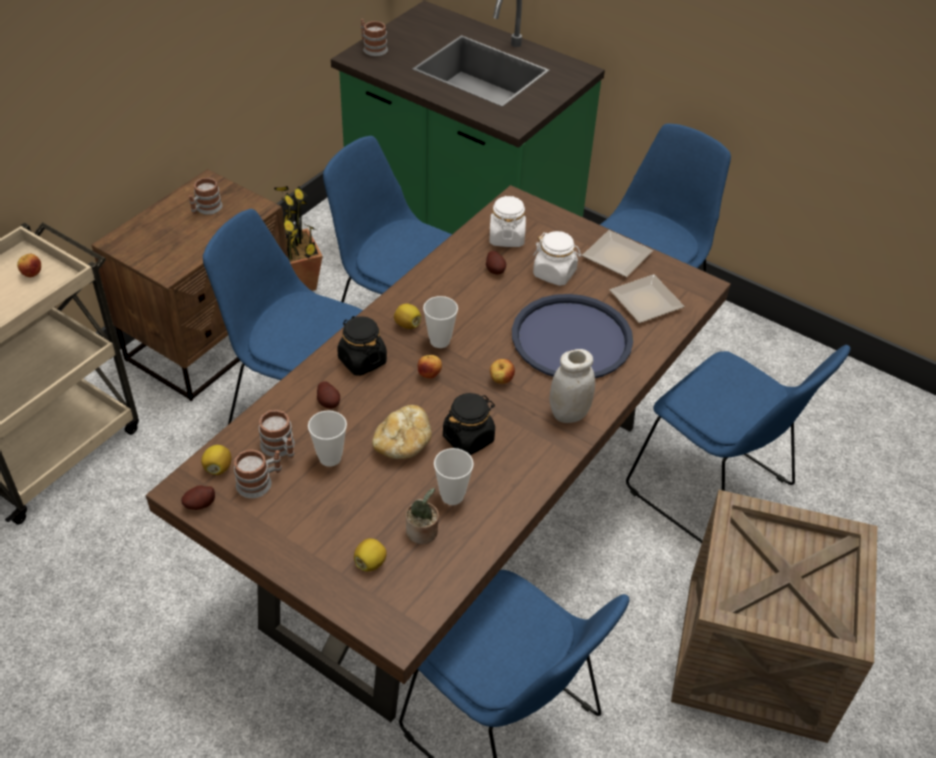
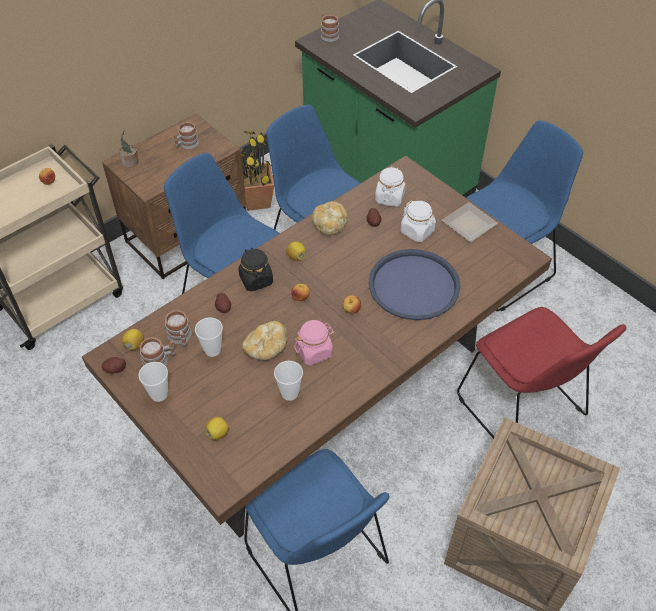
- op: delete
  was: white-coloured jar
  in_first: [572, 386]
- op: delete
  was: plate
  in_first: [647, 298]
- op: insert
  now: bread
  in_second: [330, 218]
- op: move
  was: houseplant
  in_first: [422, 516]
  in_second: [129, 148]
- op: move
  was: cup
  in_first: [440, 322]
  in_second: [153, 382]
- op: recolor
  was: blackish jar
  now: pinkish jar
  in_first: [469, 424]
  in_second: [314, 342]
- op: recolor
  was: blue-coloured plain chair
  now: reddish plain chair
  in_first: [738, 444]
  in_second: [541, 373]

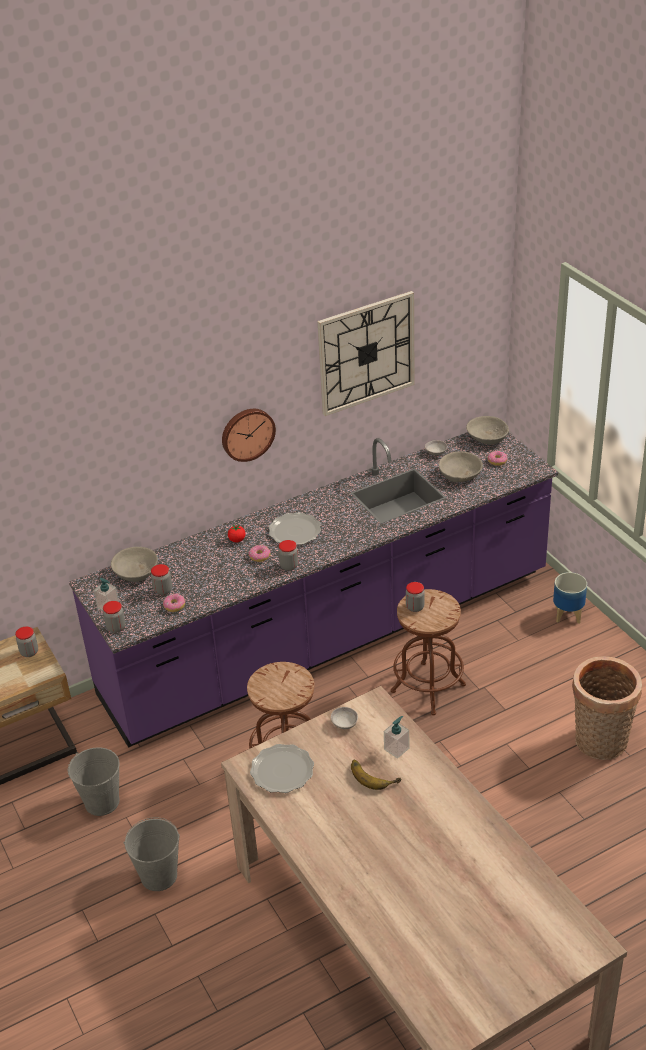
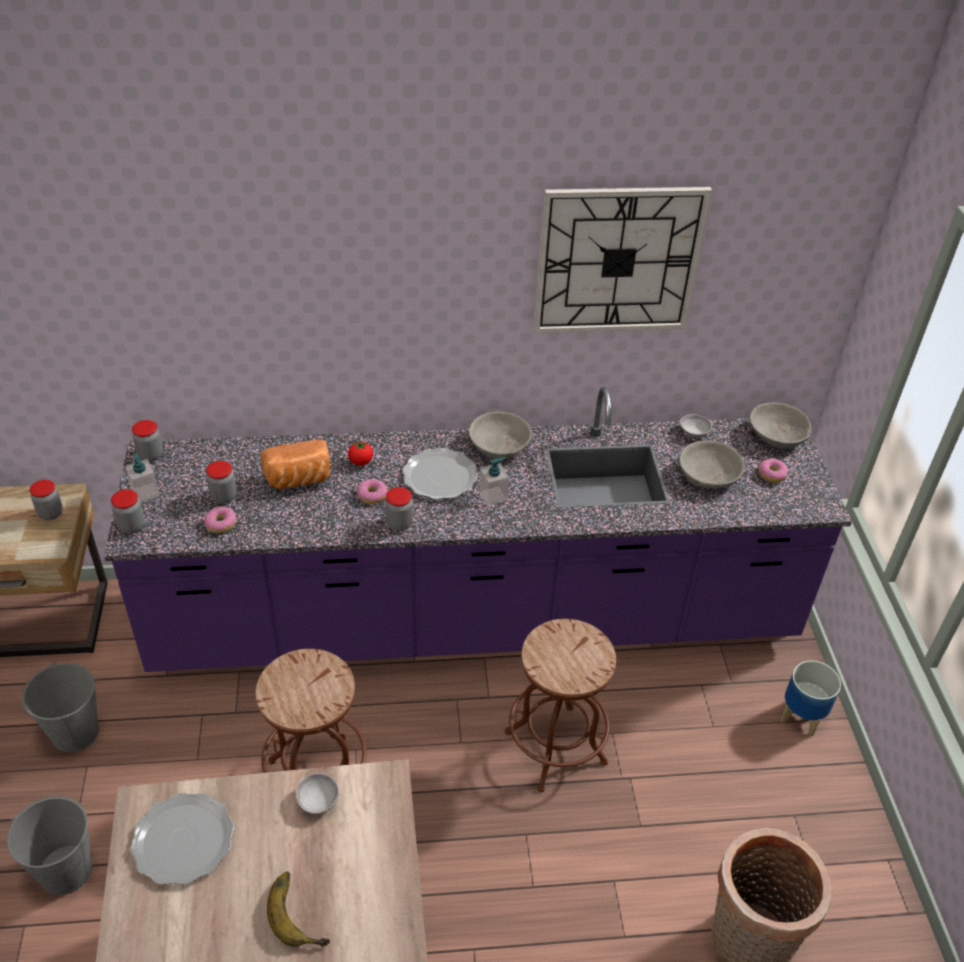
- op: delete
  was: wall clock
  in_first: [249, 435]
- op: insert
  now: bread
  in_second: [295, 464]
- op: move
  was: gray serving bowl
  in_first: [134, 564]
  in_second: [500, 435]
- op: move
  was: soap bottle
  in_first: [396, 737]
  in_second: [494, 481]
- op: move
  was: jar
  in_first: [415, 597]
  in_second: [147, 441]

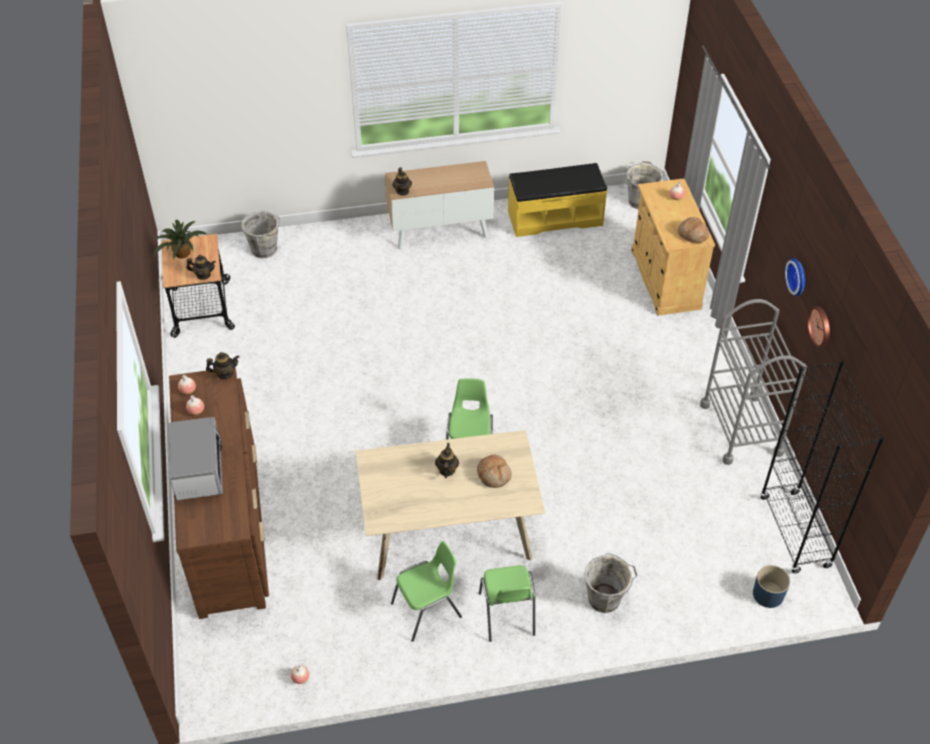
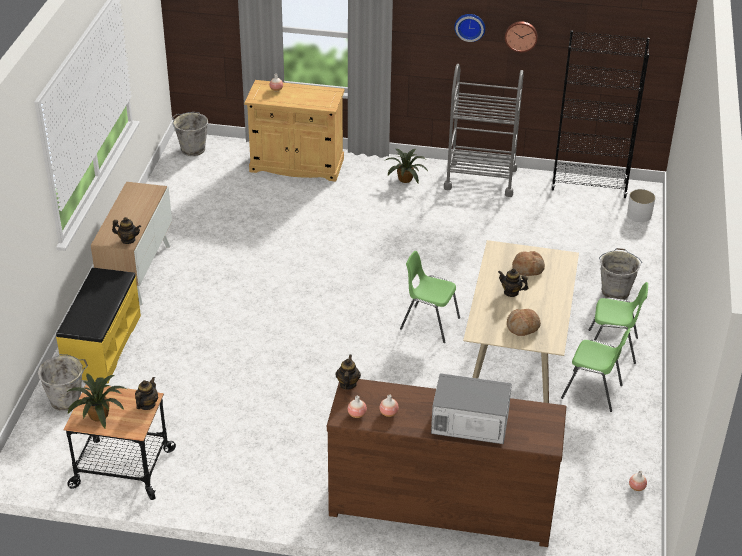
- op: insert
  now: houseplant
  in_second: [407, 166]
- op: move
  was: yellowish bench
  in_first: [557, 200]
  in_second: [98, 325]
- op: move
  was: bread
  in_first: [693, 230]
  in_second: [524, 322]
- op: recolor
  was: blue-coloured flower pot
  now: white-coloured flower pot
  in_first: [771, 586]
  in_second: [641, 205]
- op: rotate
  was: greenish plain chair
  in_first: [426, 591]
  in_second: [596, 370]
  clockwise: 120

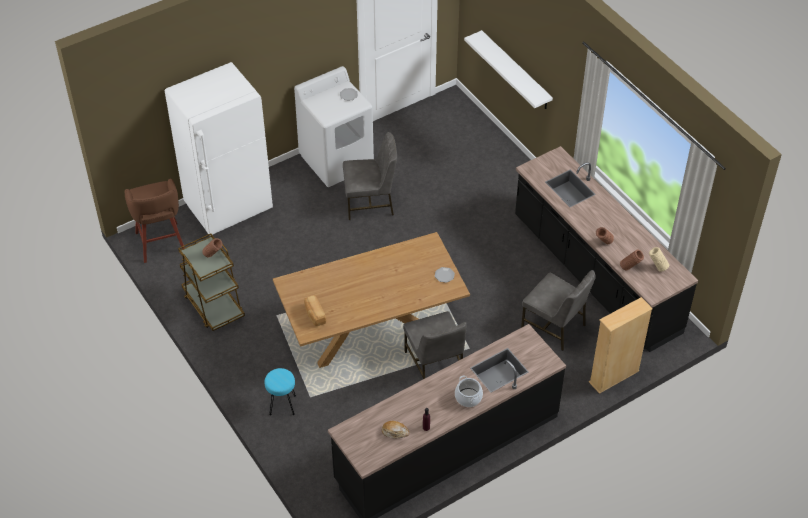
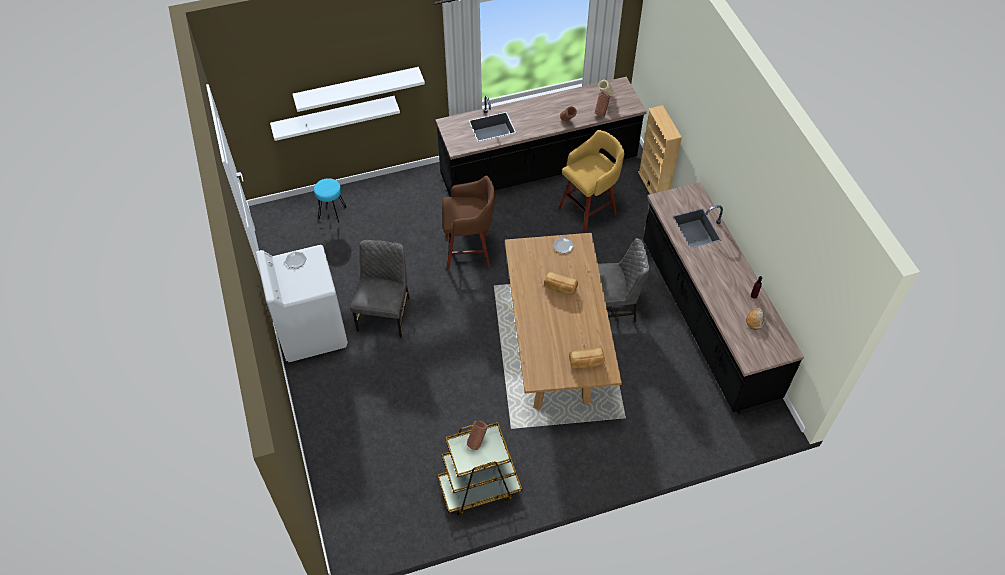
- op: delete
  was: white-coloured fridge
  in_first: [219, 149]
- op: delete
  was: stockpot
  in_first: [469, 391]
- op: insert
  now: white-coloured bracket shelf
  in_second: [359, 89]
- op: insert
  now: bread
  in_second: [561, 283]
- op: move
  was: brown-coloured stool seat
  in_first: [155, 220]
  in_second: [468, 223]
- op: move
  was: turquoise-coloured stool seat
  in_first: [280, 391]
  in_second: [330, 200]
- op: replace
  was: gray plain chair
  now: yellowish stool seat
  in_first: [558, 310]
  in_second: [591, 181]

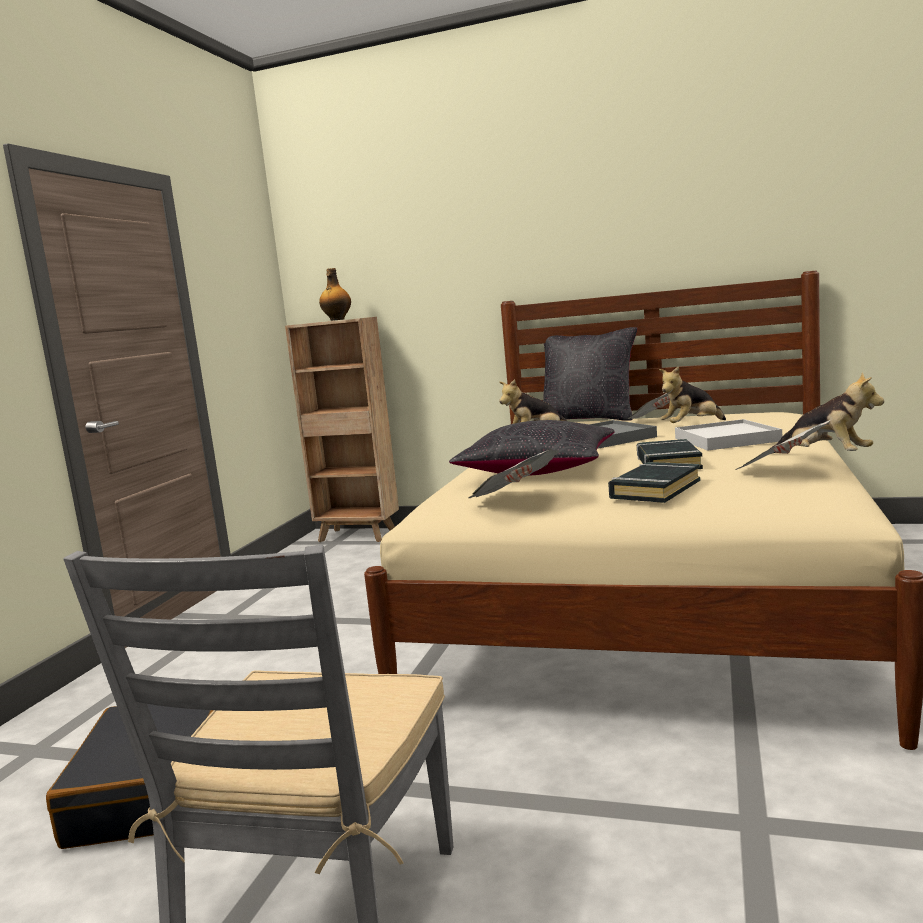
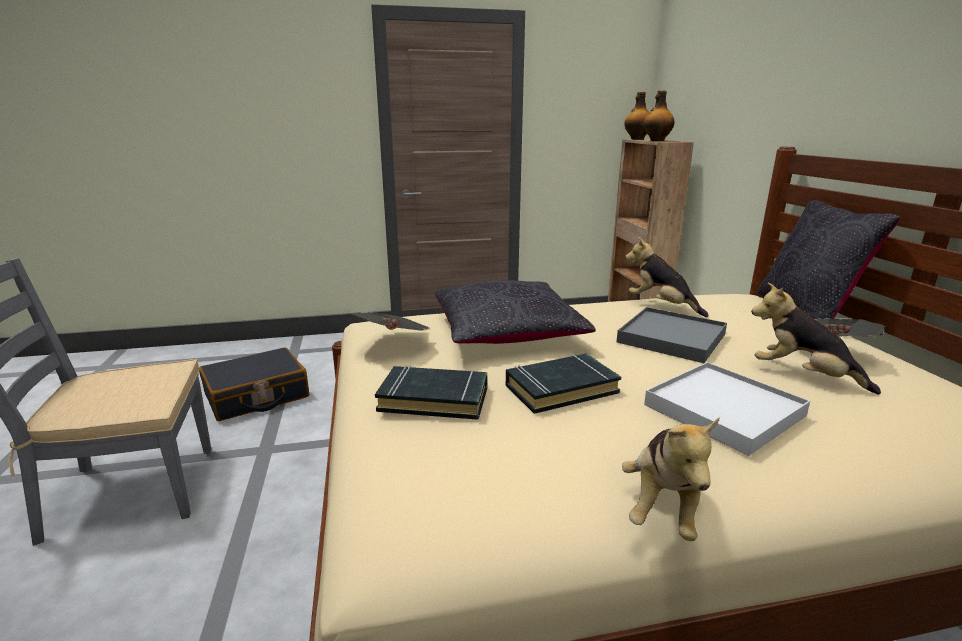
- op: delete
  was: newspaper
  in_first: [783, 444]
- op: insert
  now: beverage bottle
  in_second: [637, 116]

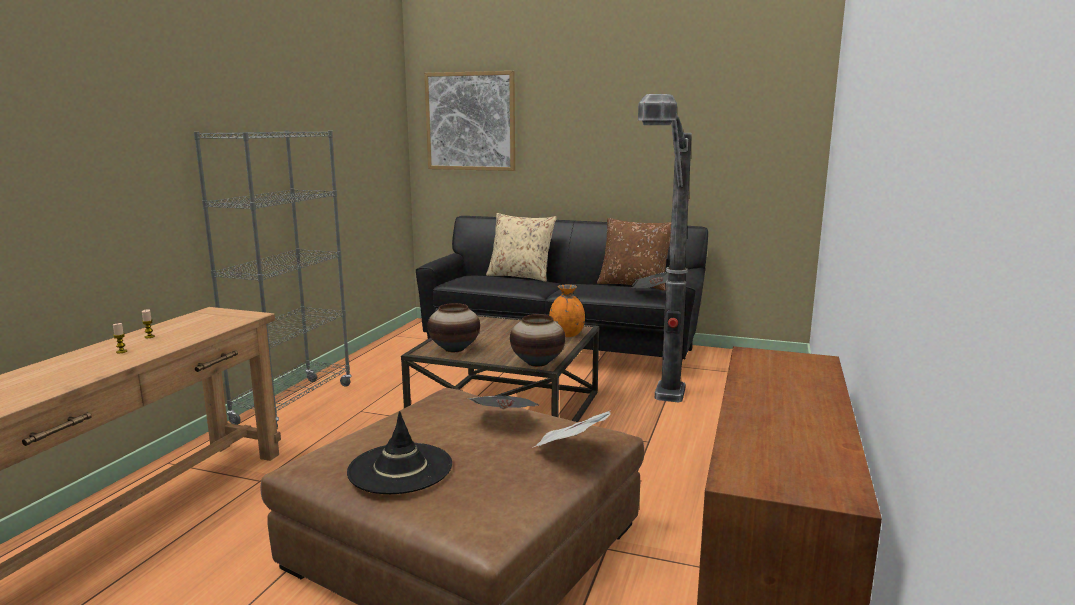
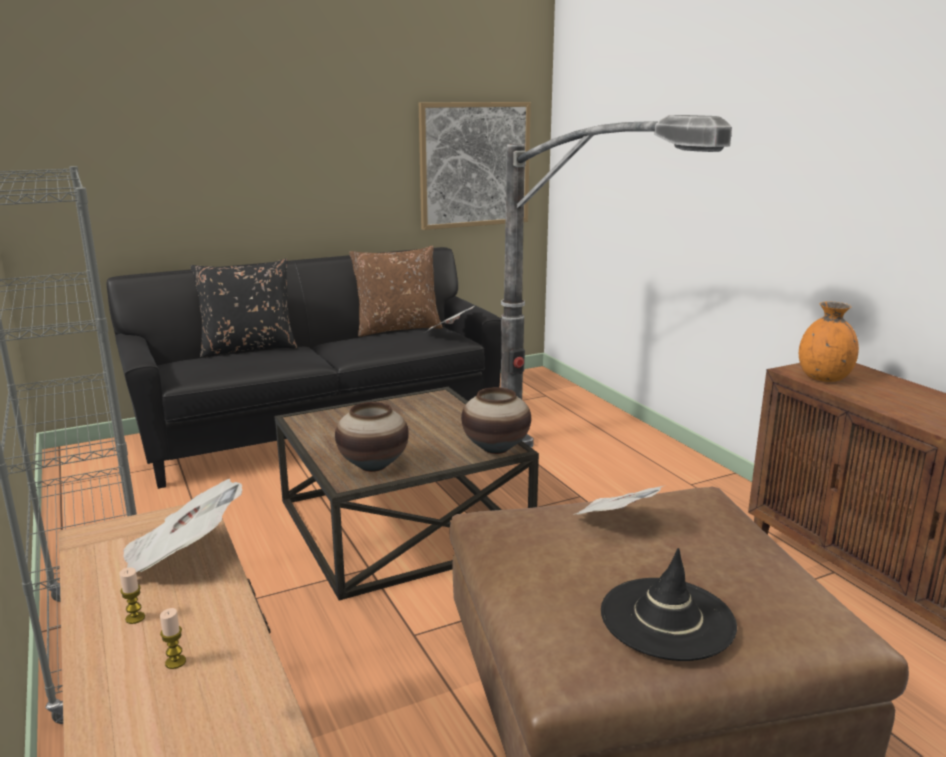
- op: move
  was: picture
  in_first: [469, 121]
  in_second: [475, 166]
- op: move
  was: newspaper
  in_first: [571, 429]
  in_second: [183, 525]
- op: move
  was: orangey vase
  in_first: [567, 311]
  in_second: [829, 342]
- op: recolor
  was: beige-coloured pillow
  now: blackish pillow
  in_first: [521, 247]
  in_second: [243, 308]

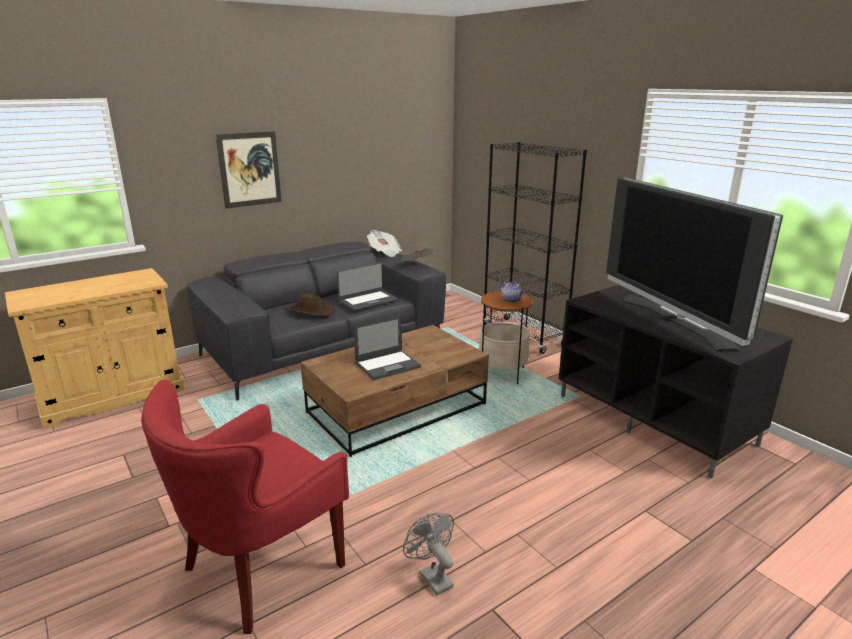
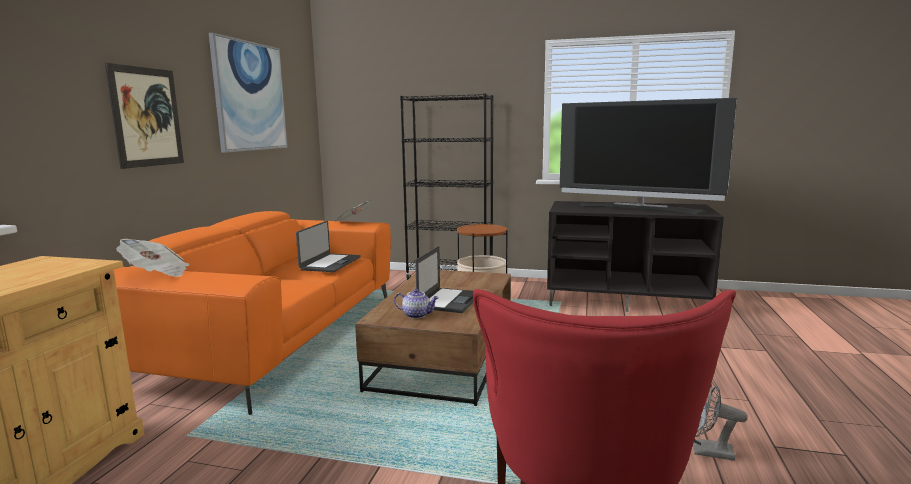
- op: delete
  was: brown-coloured hat
  in_first: [311, 304]
- op: insert
  now: picture
  in_second: [248, 93]
- op: move
  was: newspaper
  in_first: [384, 243]
  in_second: [152, 258]
- op: move
  was: pot for tea
  in_first: [512, 292]
  in_second: [416, 304]
- op: recolor
  was: gray couch
  now: orangey couch
  in_first: [316, 321]
  in_second: [252, 313]

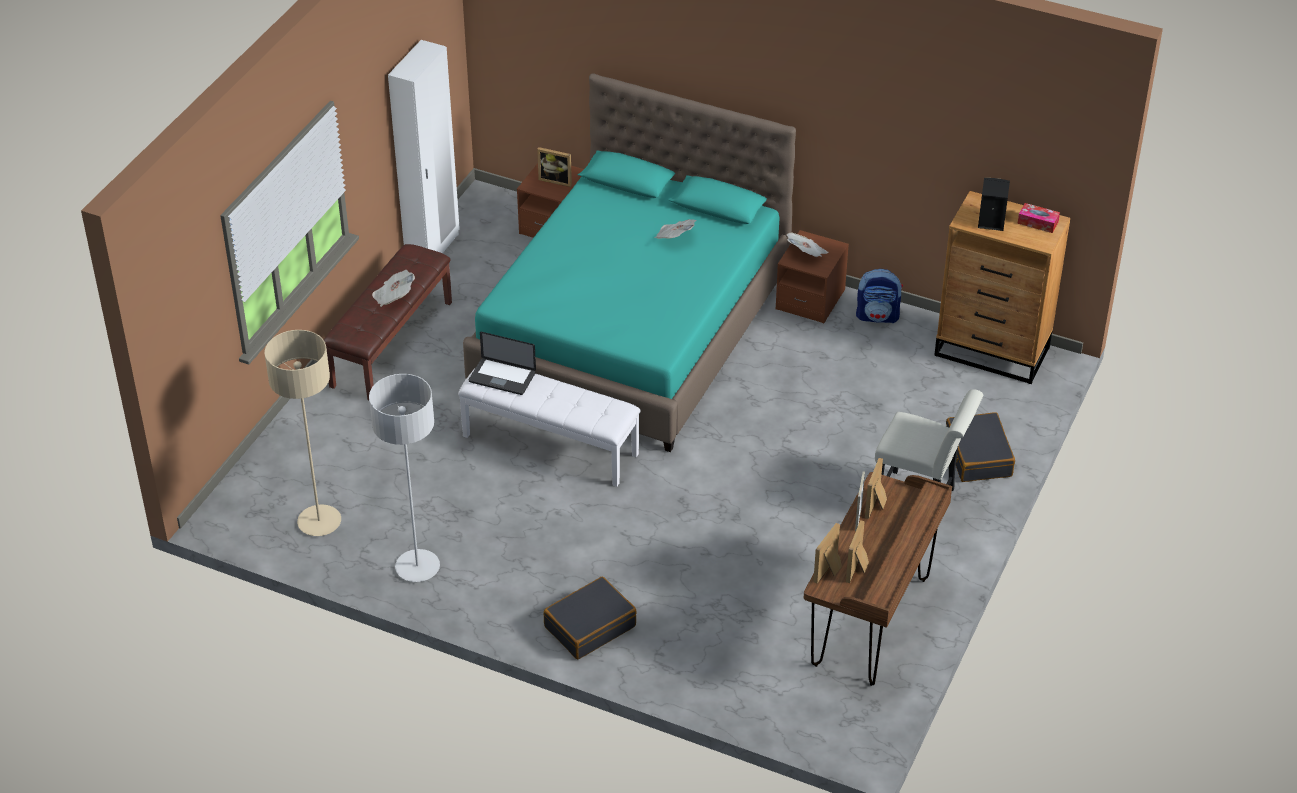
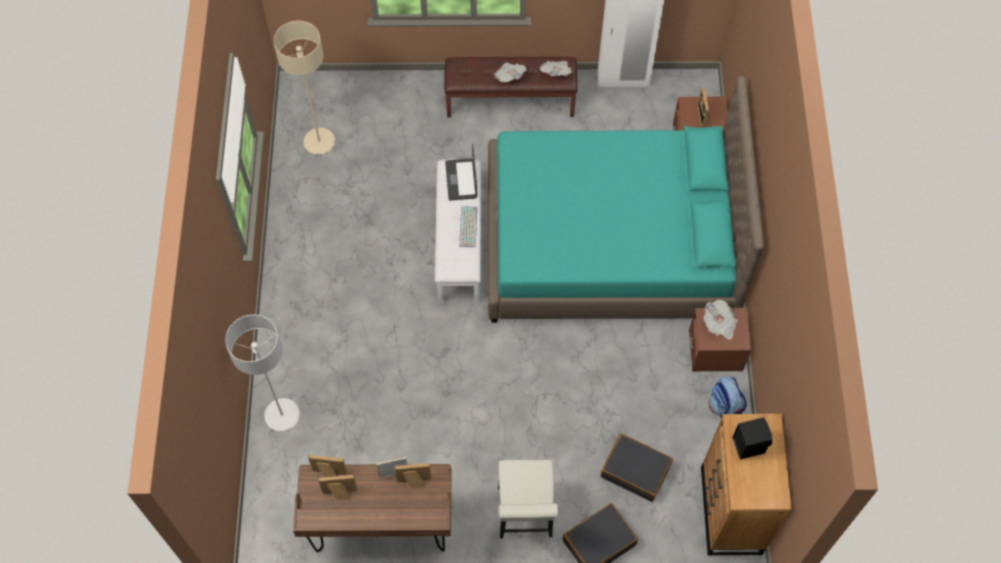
- op: delete
  was: tissue box
  in_first: [1039, 218]
- op: insert
  now: PC keyboard
  in_second: [468, 226]
- op: move
  was: gray floor lamp
  in_first: [404, 478]
  in_second: [262, 373]
- op: move
  was: blackish piece of luggage
  in_first: [590, 618]
  in_second: [637, 468]
- op: move
  was: newspaper
  in_first: [675, 229]
  in_second: [556, 68]

